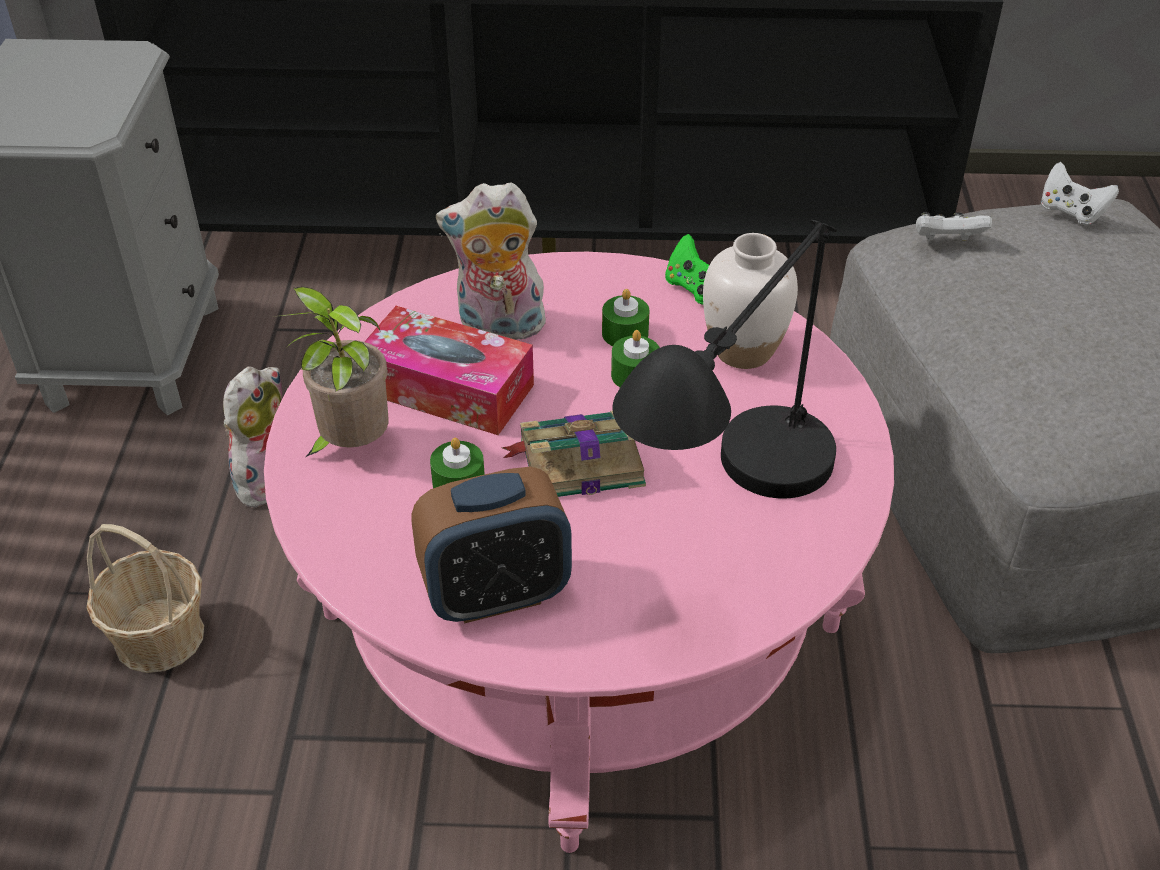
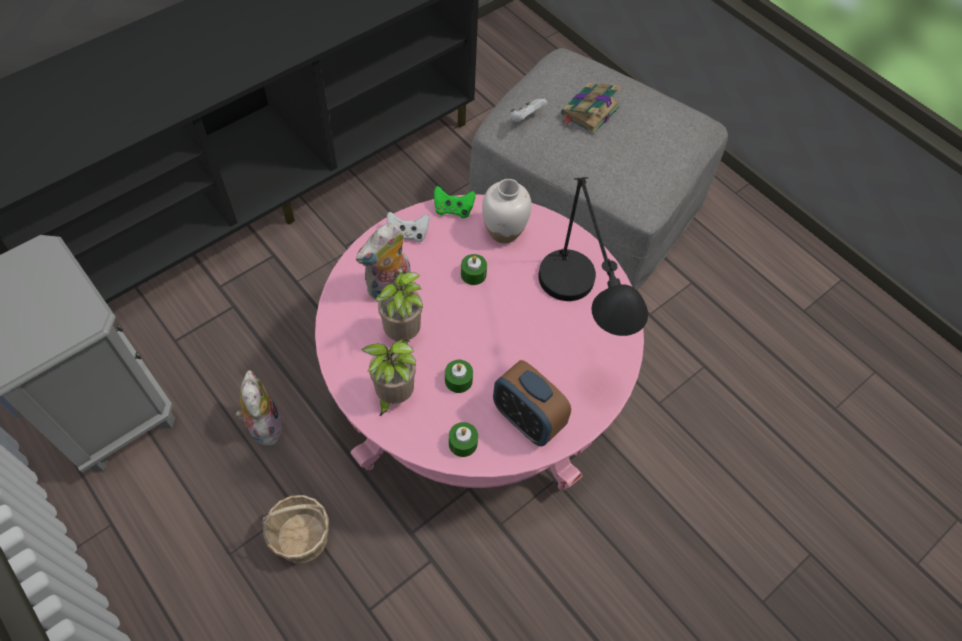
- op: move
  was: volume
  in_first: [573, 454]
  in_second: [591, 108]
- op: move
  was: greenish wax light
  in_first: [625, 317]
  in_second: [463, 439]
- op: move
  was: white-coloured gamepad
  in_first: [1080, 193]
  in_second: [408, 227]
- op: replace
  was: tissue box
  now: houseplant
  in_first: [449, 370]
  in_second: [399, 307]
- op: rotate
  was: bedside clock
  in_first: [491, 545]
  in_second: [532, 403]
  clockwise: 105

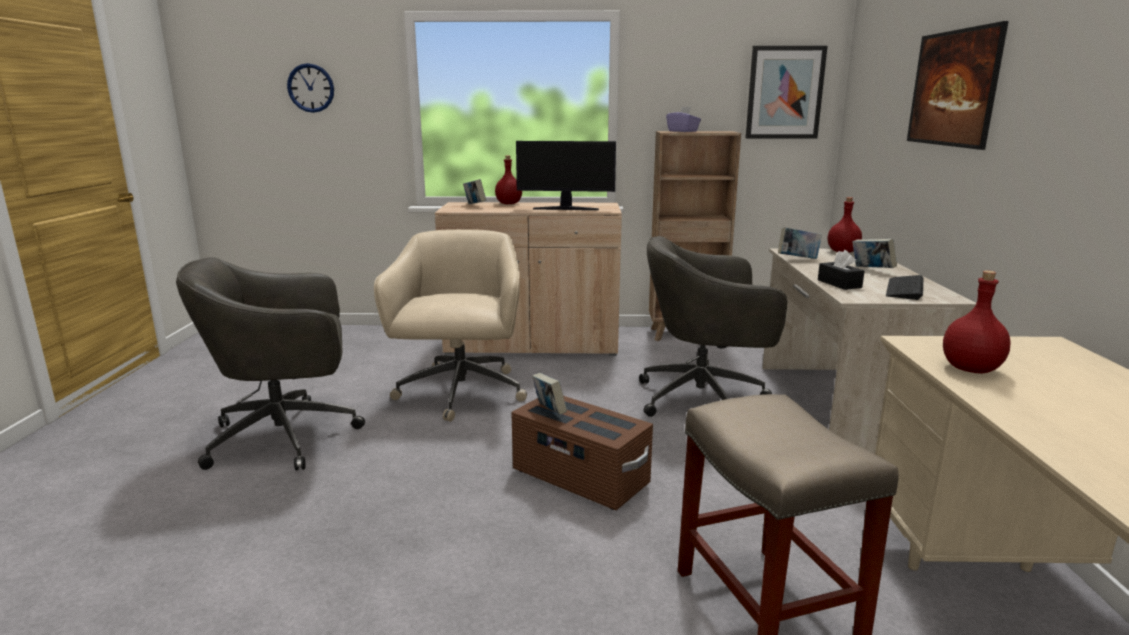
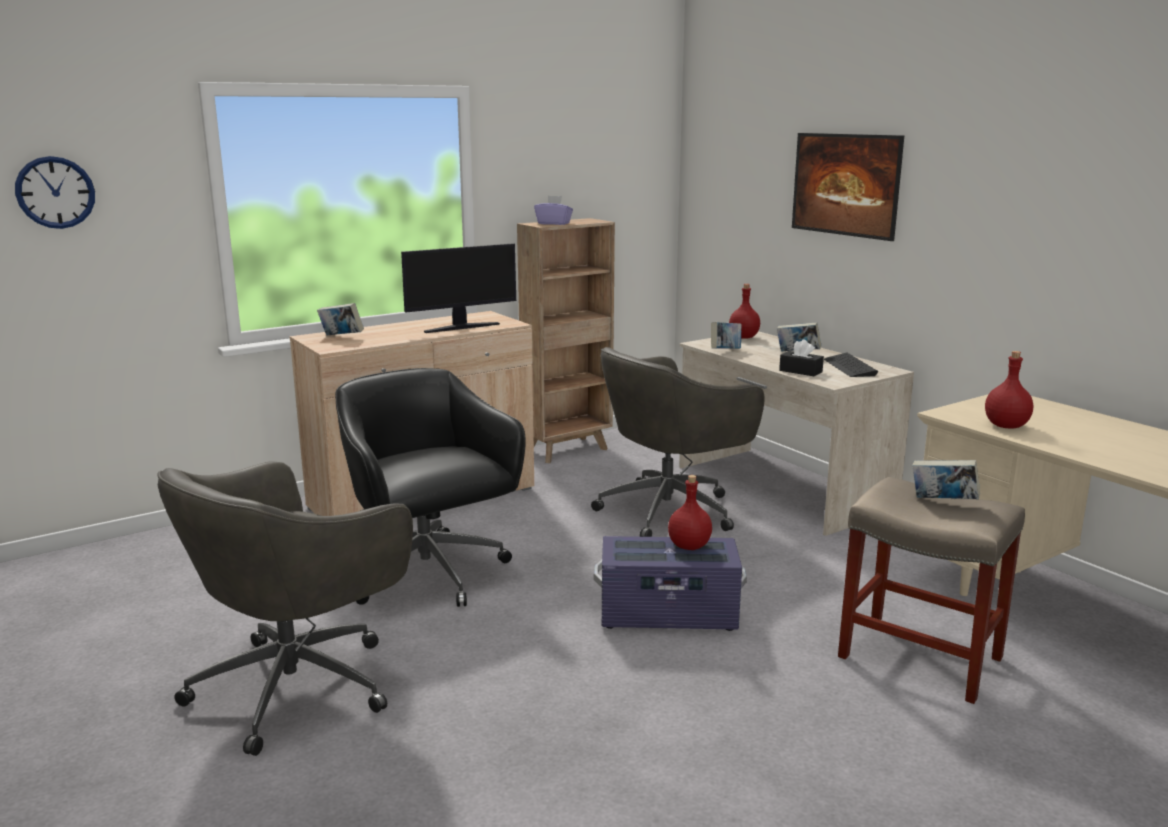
- op: delete
  was: picture
  in_first: [786, 92]
- op: move
  was: reddish beverage bottle
  in_first: [508, 180]
  in_second: [690, 512]
- op: move
  was: volume
  in_first: [549, 394]
  in_second: [946, 479]
- op: recolor
  was: beige-coloured desk chair
  now: blackish desk chair
  in_first: [450, 325]
  in_second: [430, 487]
- op: recolor
  was: brown-coloured storage box
  now: purple-coloured storage box
  in_first: [582, 453]
  in_second: [670, 583]

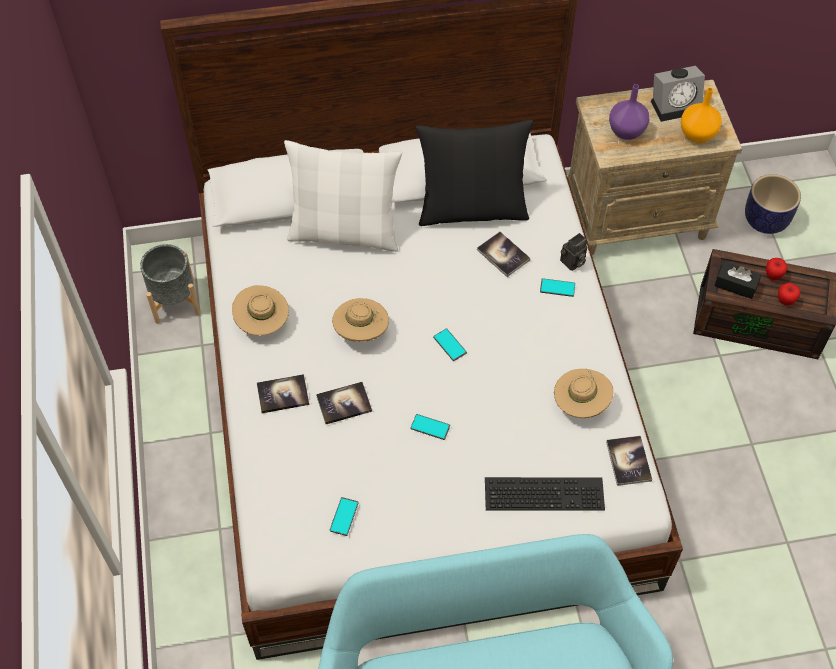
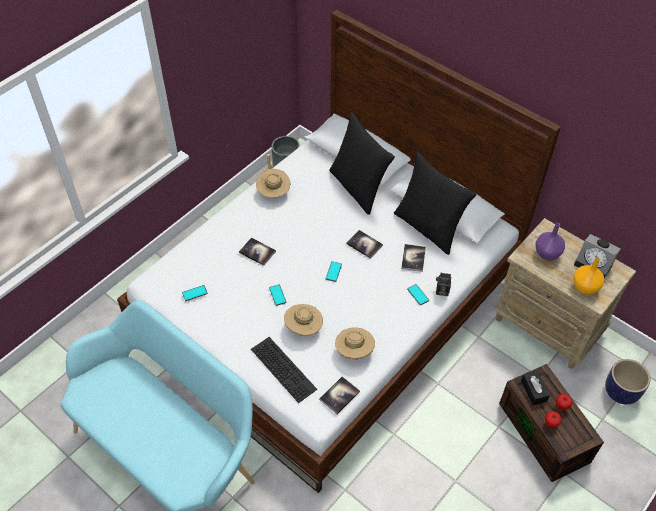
- op: move
  was: volume
  in_first: [283, 393]
  in_second: [364, 244]
- op: move
  was: beige-coloured hat
  in_first: [360, 320]
  in_second: [303, 320]
- op: recolor
  was: white-coloured pillow
  now: blackish pillow
  in_first: [343, 196]
  in_second: [362, 163]

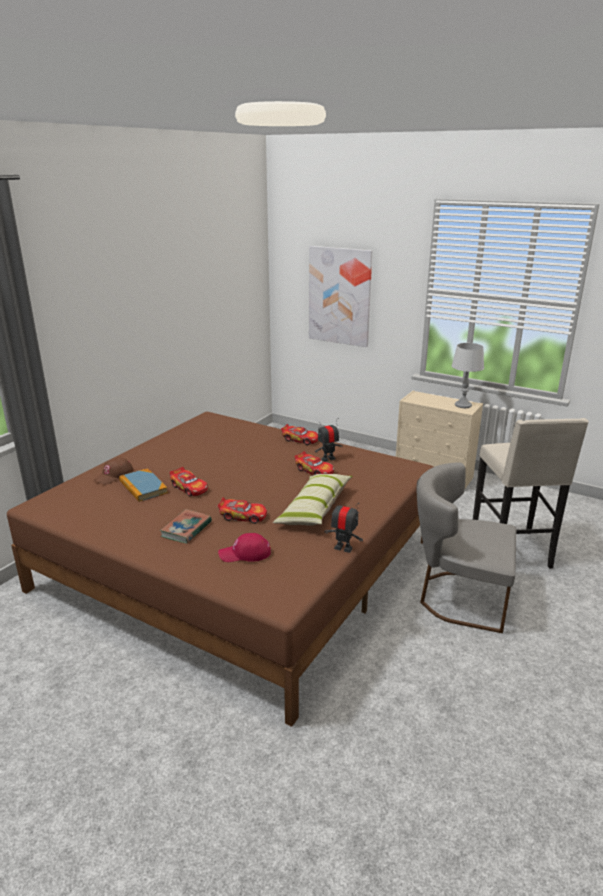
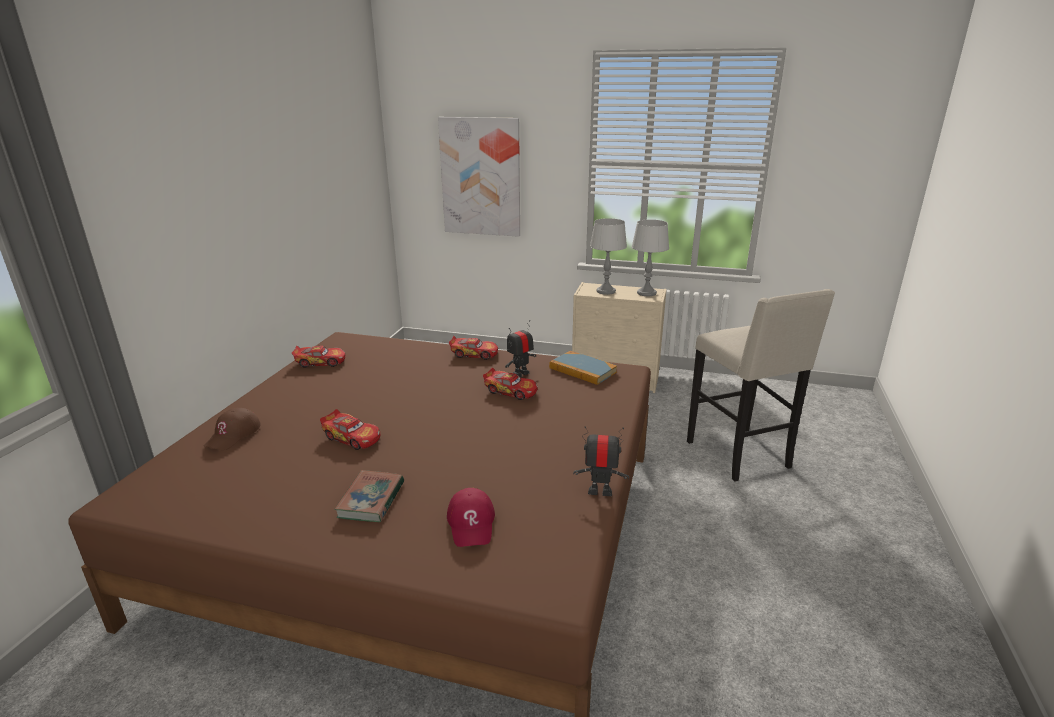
- op: delete
  was: pillow
  in_first: [313, 500]
- op: delete
  was: gray plain chair
  in_first: [466, 547]
- op: insert
  now: gray table lamp
  in_second: [608, 256]
- op: move
  was: volume
  in_first: [143, 485]
  in_second: [583, 368]
- op: move
  was: toy car
  in_first: [242, 510]
  in_second: [318, 357]
- op: rotate
  was: reddish peaked cap
  in_first: [244, 547]
  in_second: [471, 517]
  clockwise: -75

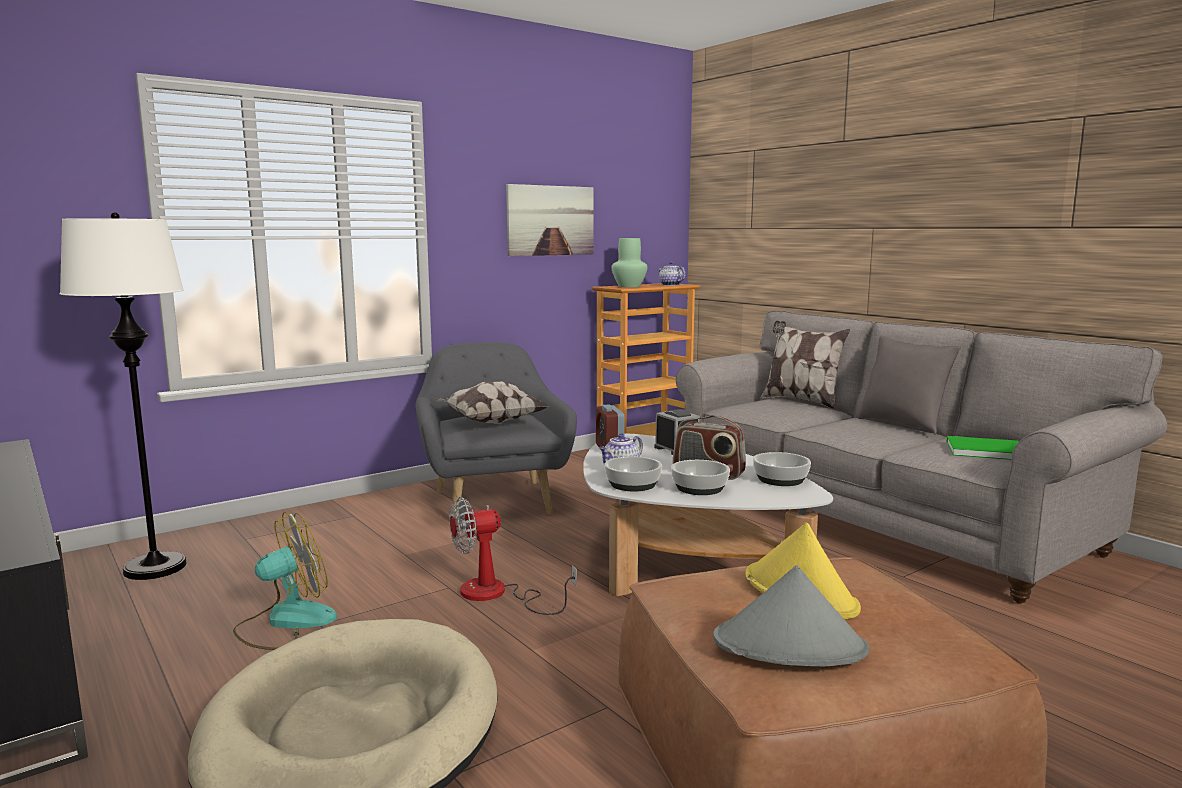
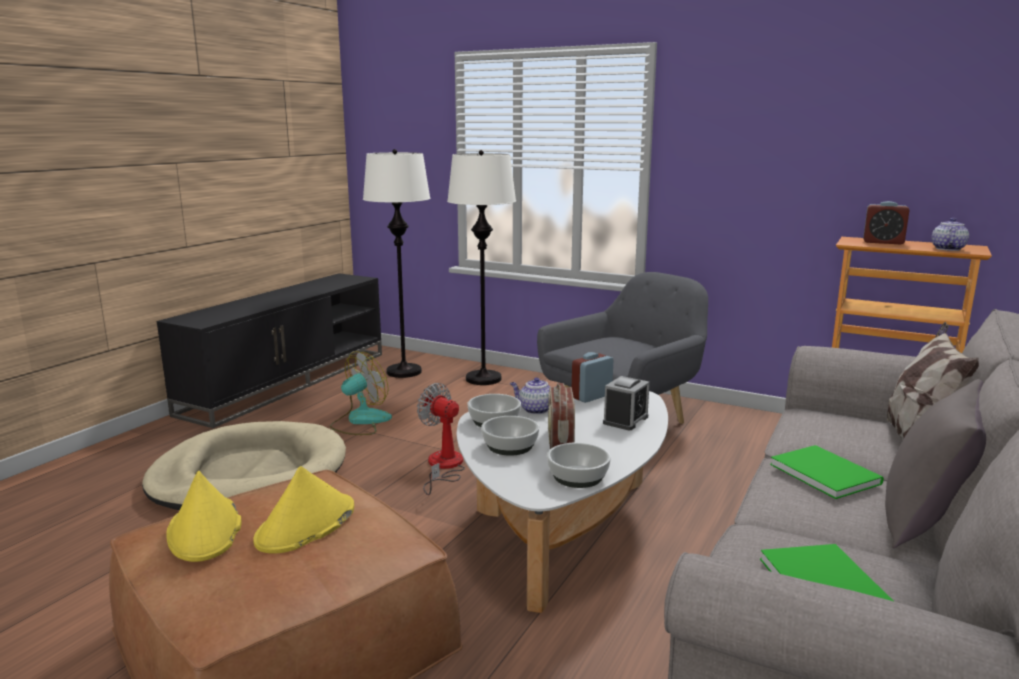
- op: delete
  was: pillow
  in_first: [491, 402]
- op: delete
  was: picture
  in_first: [549, 220]
- op: insert
  now: white-coloured floor lamp
  in_second: [481, 267]
- op: insert
  now: greenish volume
  in_second: [827, 472]
- op: replace
  was: greenish vase
  now: bedside clock
  in_first: [629, 262]
  in_second: [886, 223]
- op: recolor
  was: gray hat
  now: yellowish hat
  in_first: [791, 615]
  in_second: [204, 516]
- op: rotate
  was: fan
  in_first: [285, 581]
  in_second: [361, 393]
  clockwise: -75

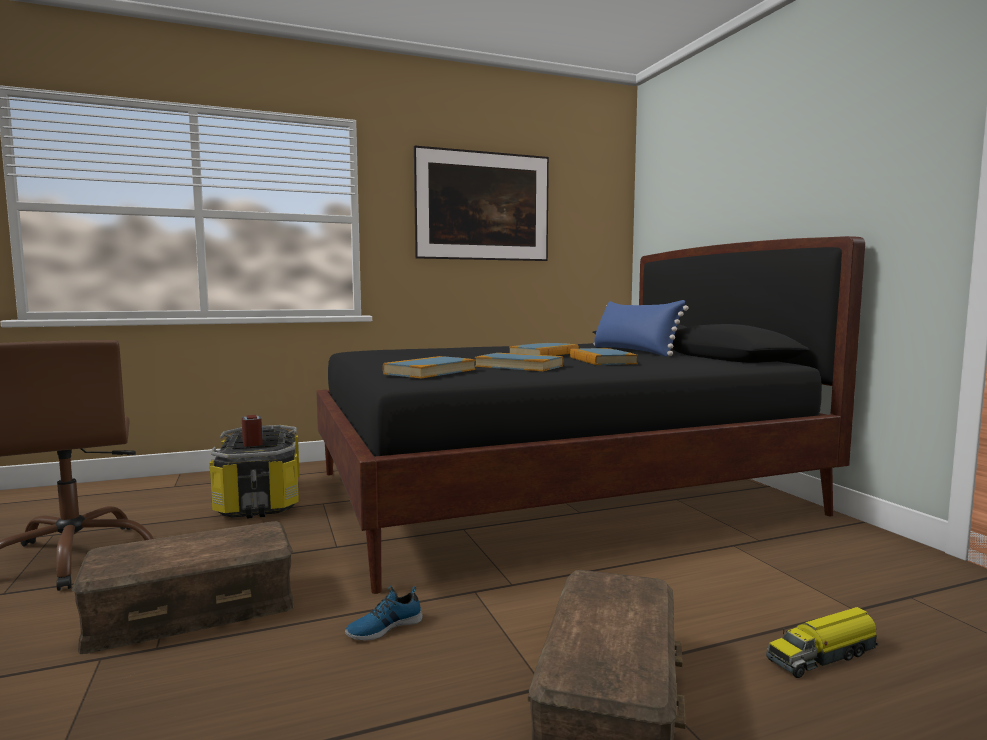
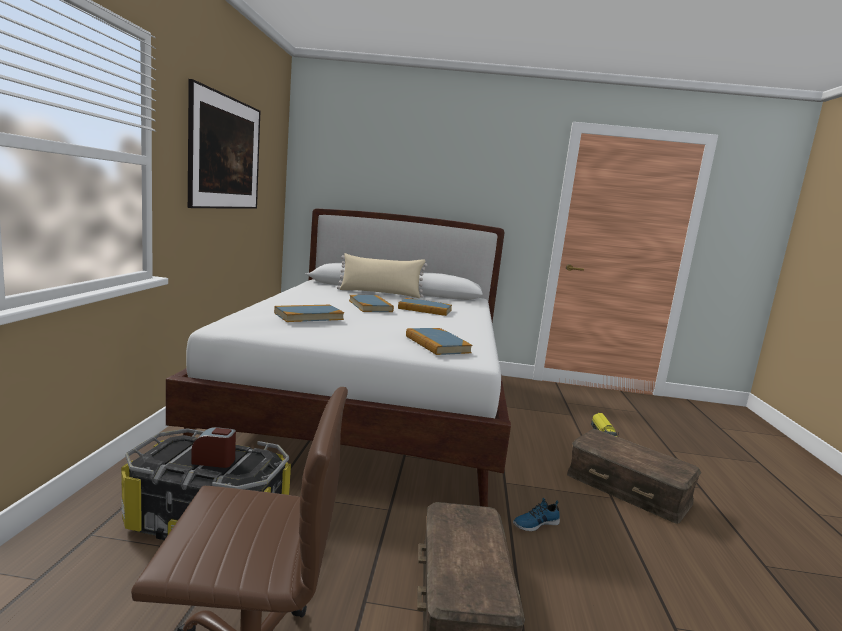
- op: move
  was: volume
  in_first: [519, 362]
  in_second: [309, 313]
- op: recolor
  was: blackish bedroom bed
  now: white-coloured bedroom bed
  in_first: [590, 415]
  in_second: [338, 357]
- op: recolor
  was: blue-coloured pillow
  now: beige-coloured pillow
  in_first: [641, 328]
  in_second: [382, 275]
- op: rotate
  was: item of footwear
  in_first: [384, 613]
  in_second: [536, 514]
  clockwise: 75

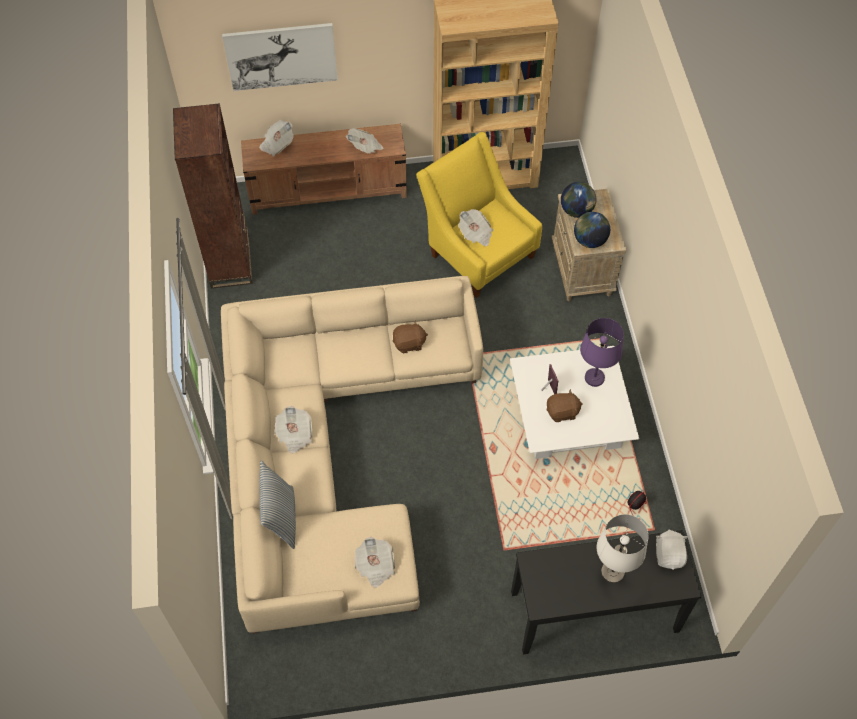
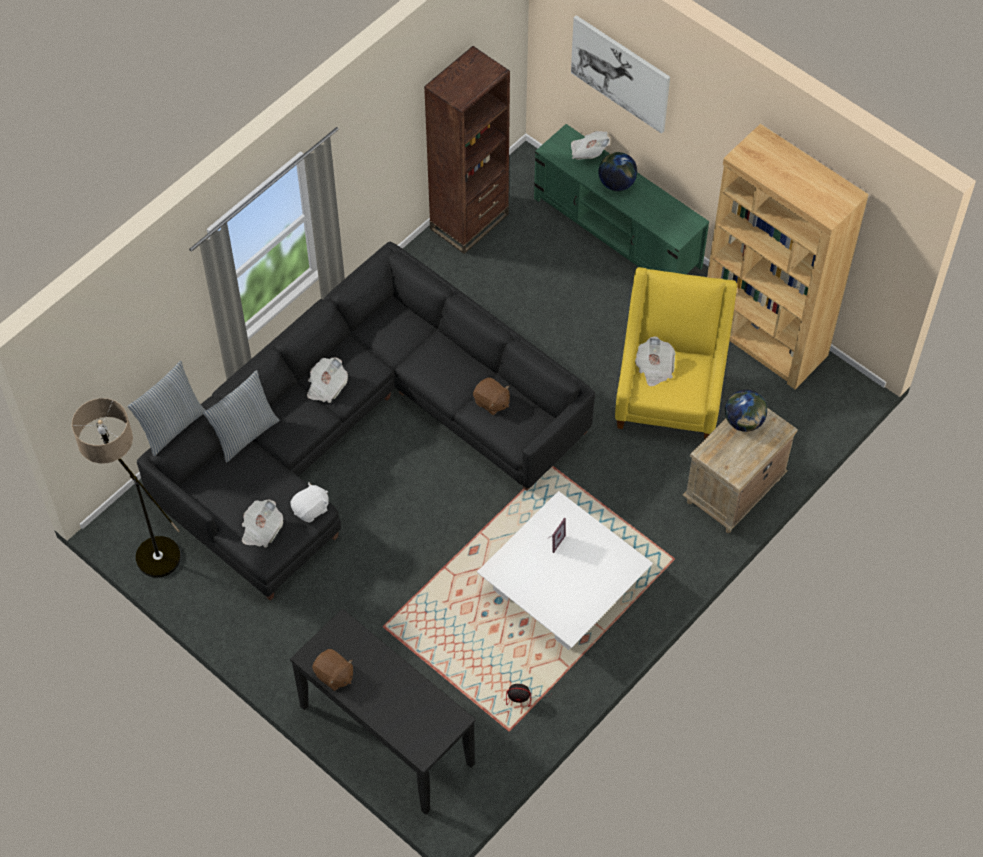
- op: delete
  was: newspaper
  in_first: [365, 141]
- op: delete
  was: purple-coloured table lamp
  in_first: [602, 352]
- op: delete
  was: white-coloured table lamp
  in_first: [622, 549]
- op: insert
  now: floor lamp
  in_second: [126, 488]
- op: insert
  now: pillow
  in_second: [167, 408]
- op: move
  was: brown-coloured cuddly toy
  in_first: [565, 405]
  in_second: [332, 670]
- op: move
  was: globe
  in_first: [592, 230]
  in_second: [618, 171]
- op: move
  was: white-coloured cuddly toy
  in_first: [672, 550]
  in_second: [309, 502]
- op: recolor
  was: beige-coloured couch
  now: blackish couch
  in_first: [352, 455]
  in_second: [366, 421]
- op: recolor
  was: brown-coloured tv unit
  now: greenish tv unit
  in_first: [324, 169]
  in_second: [621, 199]

